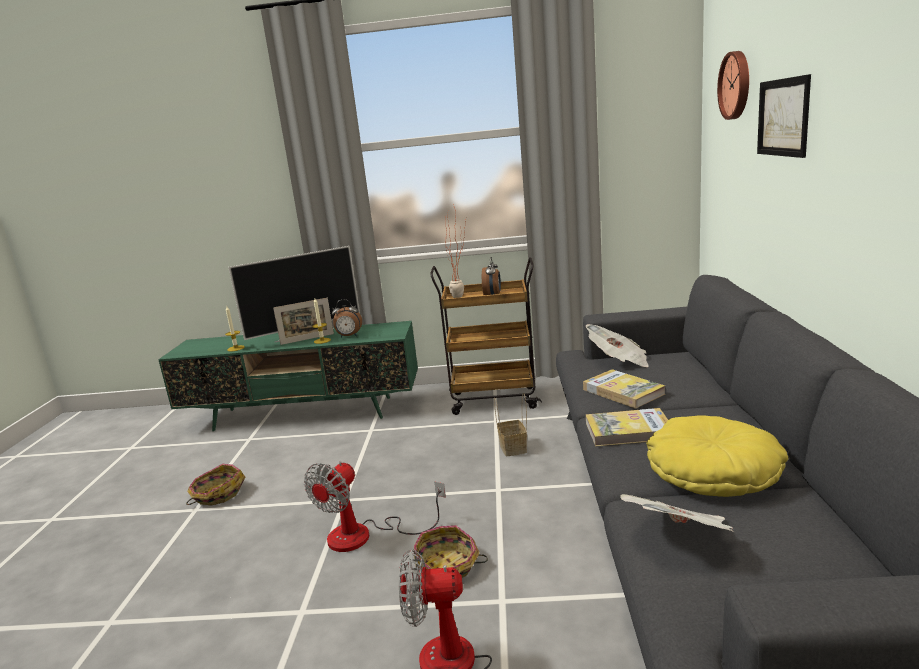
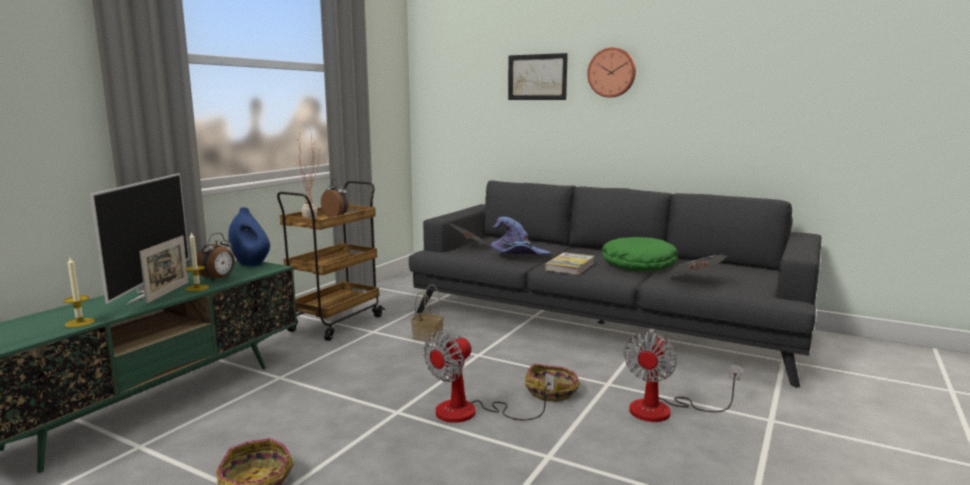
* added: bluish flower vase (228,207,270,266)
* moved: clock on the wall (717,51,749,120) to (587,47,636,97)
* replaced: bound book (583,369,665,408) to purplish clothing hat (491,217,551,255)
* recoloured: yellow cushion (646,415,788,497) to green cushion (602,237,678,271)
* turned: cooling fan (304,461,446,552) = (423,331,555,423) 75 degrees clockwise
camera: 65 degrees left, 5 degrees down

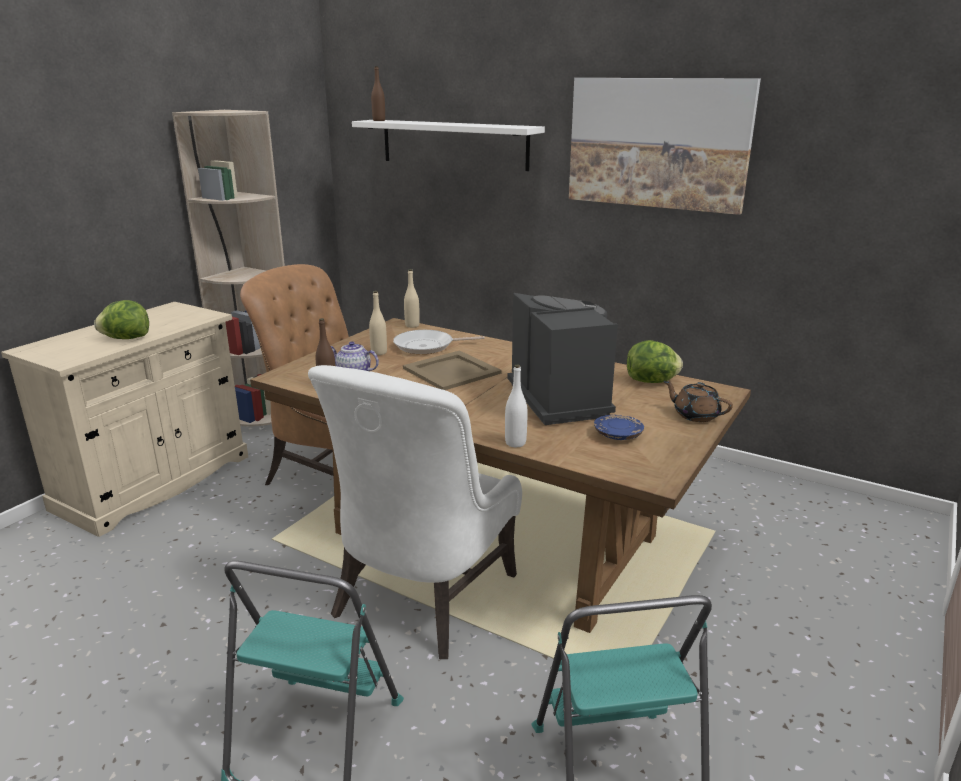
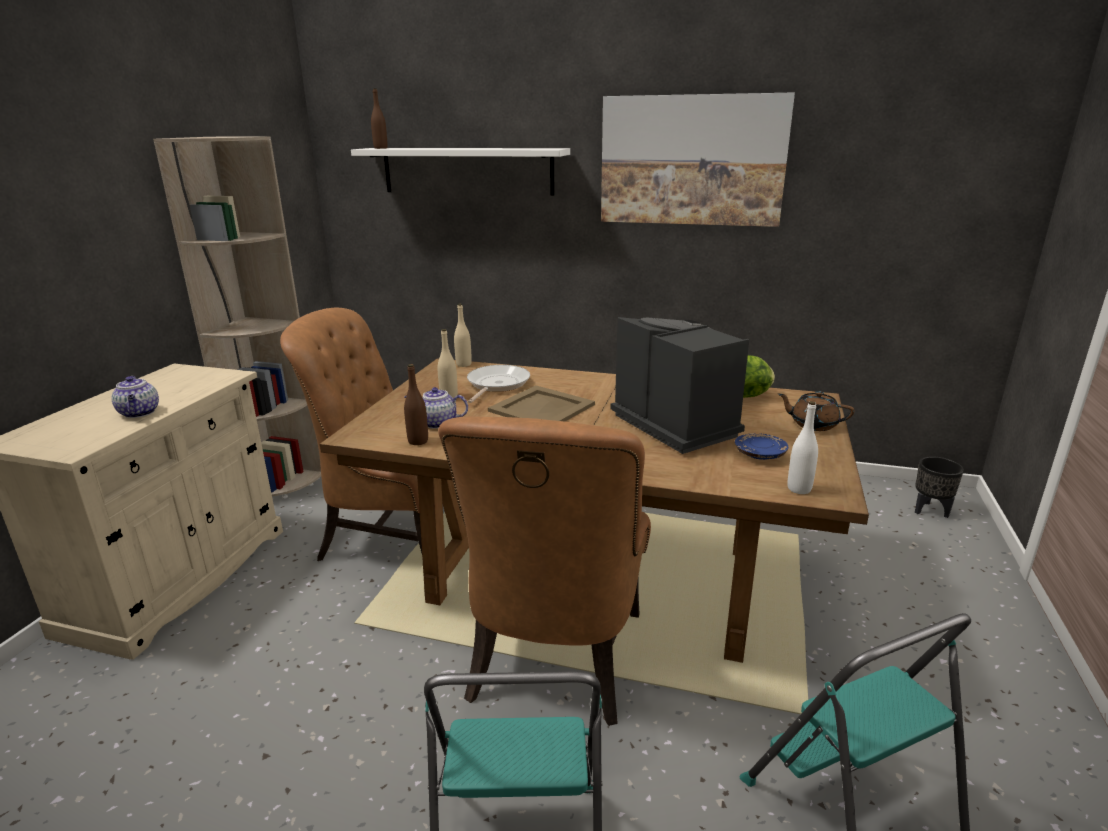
* added: black plant pot (915,457,964,518)
* moved: whitish drink bottle (505,364,528,447) to (788,401,818,494)
* replaced: lettuce (94,300,149,339) to teapot (112,376,159,418)
* recoloured: whitish upright chair (308,365,522,659) to brownish upright chair (438,417,651,726)
* turned: pan (393,330,484,354) = (467,365,530,403) 135 degrees clockwise
camera: 15 degrees left, 0 degrees up

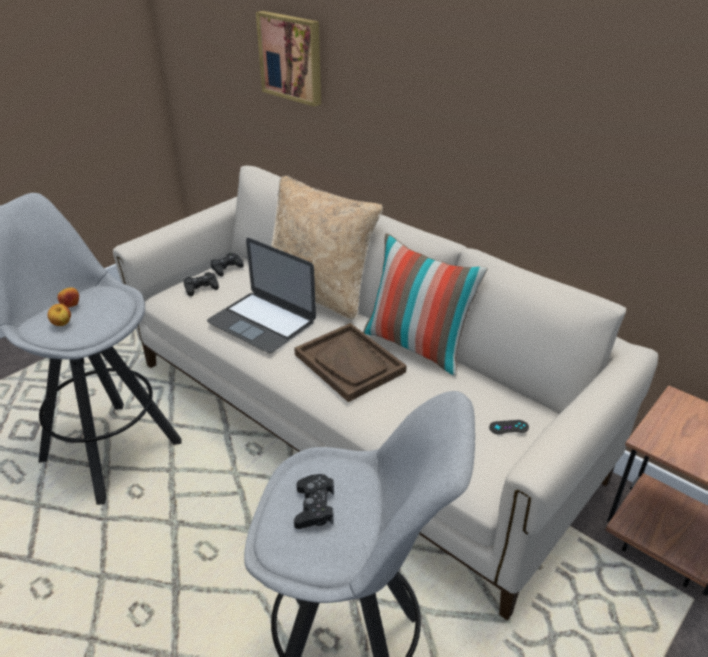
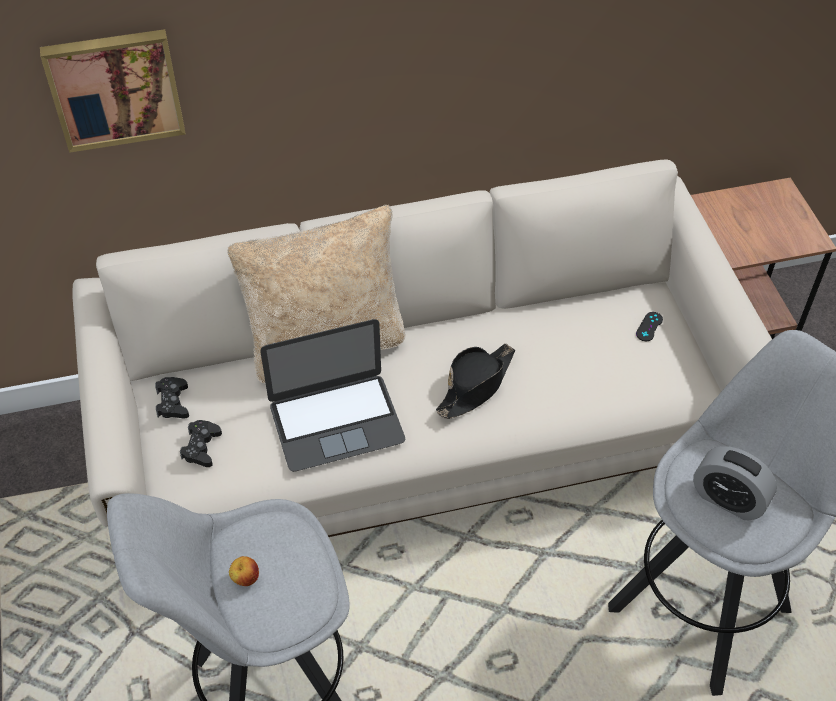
* removed: apple fruit (47,304,71,326)
* removed: cushion (363,233,488,376)
* replaced: brownish carrying tray (294,323,407,402) to black clothing hat (436,344,515,419)
* replaced: black game controller (294,474,334,529) to bedside clock (693,446,777,520)
camera: 55 degrees left, 15 degrees up

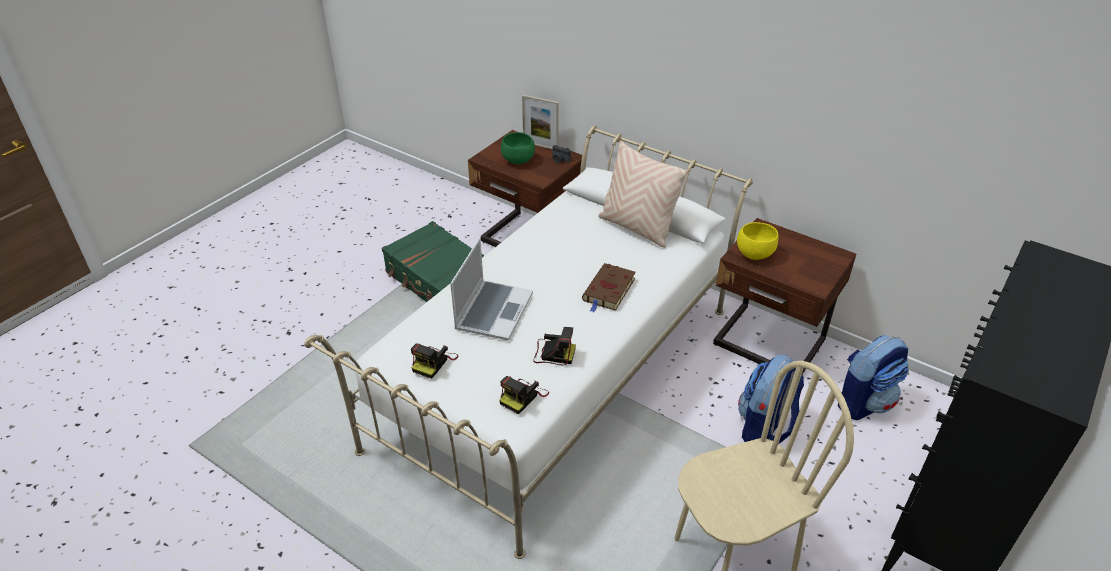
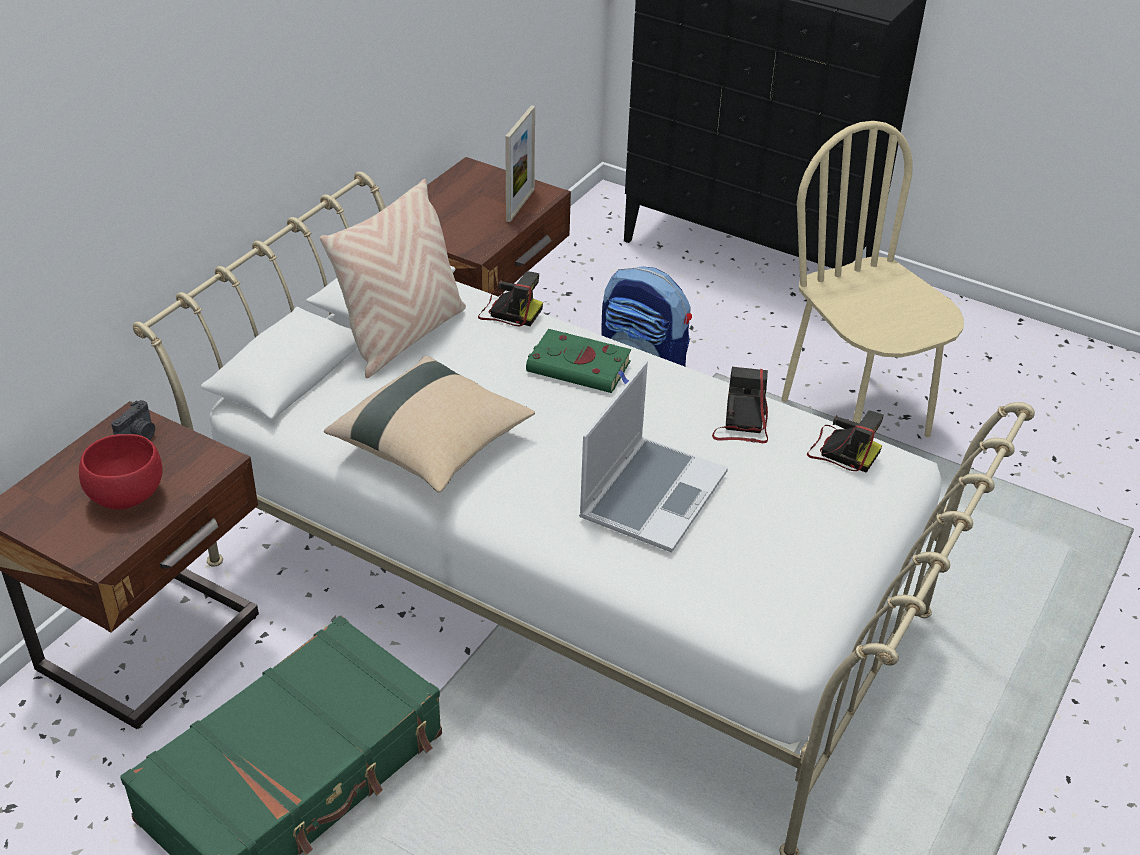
* removed: yellow bowl (737,222,778,260)
* removed: backpack (838,335,909,420)
* added: sand-coloured cushion (324,356,535,493)
* moved: photo camera (411,343,458,379) to (478,271,543,326)
* moved: picture frame (522,95,559,149) to (505,105,535,222)
* recoloured: green bowl (501,132,535,164) to red bowl (79,434,163,509)
* recoloured: brownish bound book (582,263,636,313) to green bound book (526,329,631,393)
* turned: notebook computer (450,238,533,341) = (579,361,728,553) 105 degrees clockwise
camera: 95 degrees left, 0 degrees up

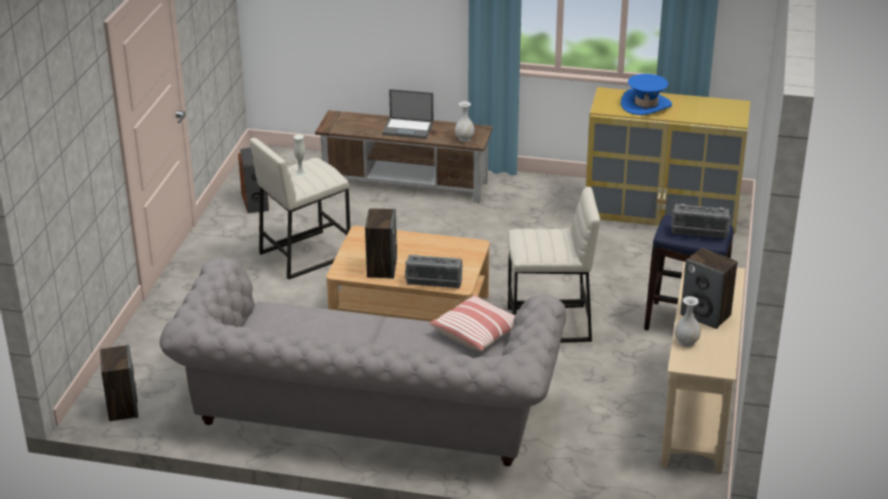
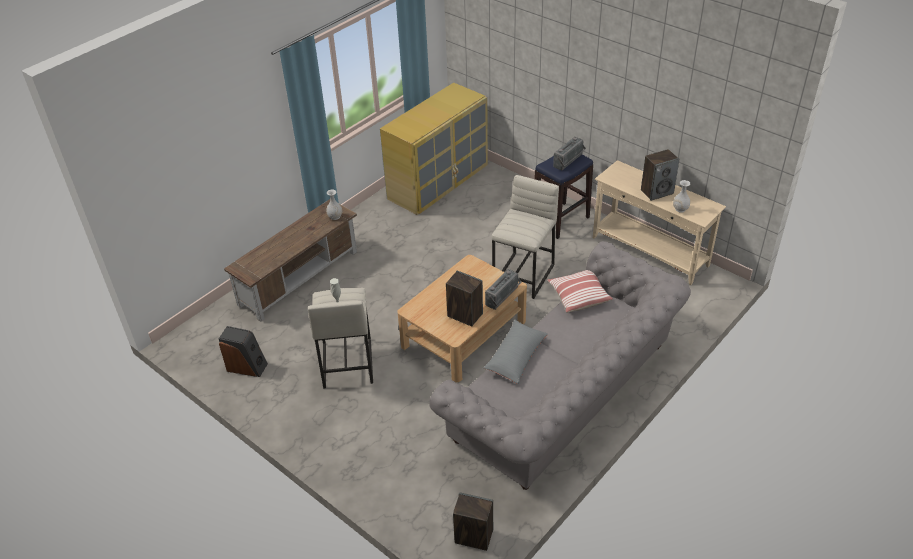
* removed: notebook computer (382,89,433,139)
* removed: bluish clothing hat (621,74,672,115)
* added: greyish cushion (484,319,548,384)
camera: 60 degrees left, 10 degrees up

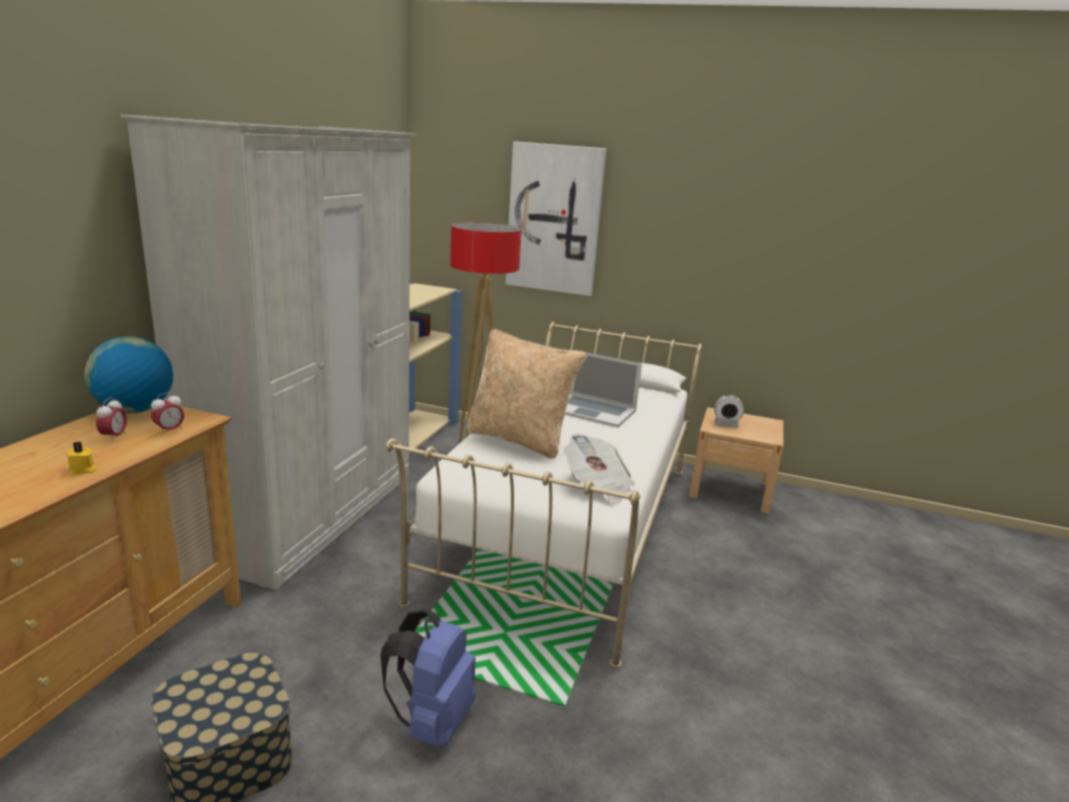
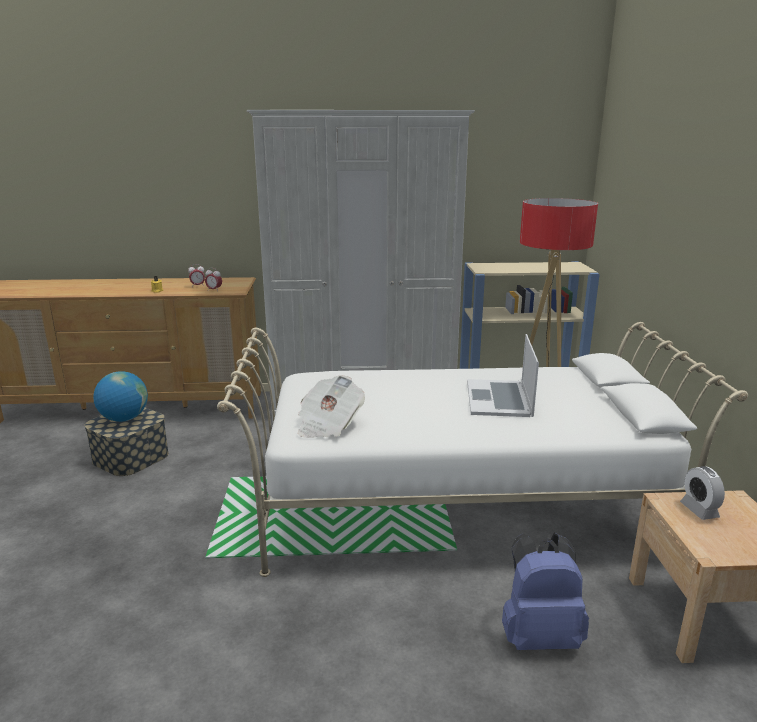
* removed: sand-coloured cushion (467,329,586,459)
* removed: wall picture (505,141,606,296)
* moved: desk globe (84,336,173,413) to (93,371,148,422)
* moved: bluish backpack (380,609,476,746) to (502,533,589,650)
camera: 70 degrees right, 0 degrees up

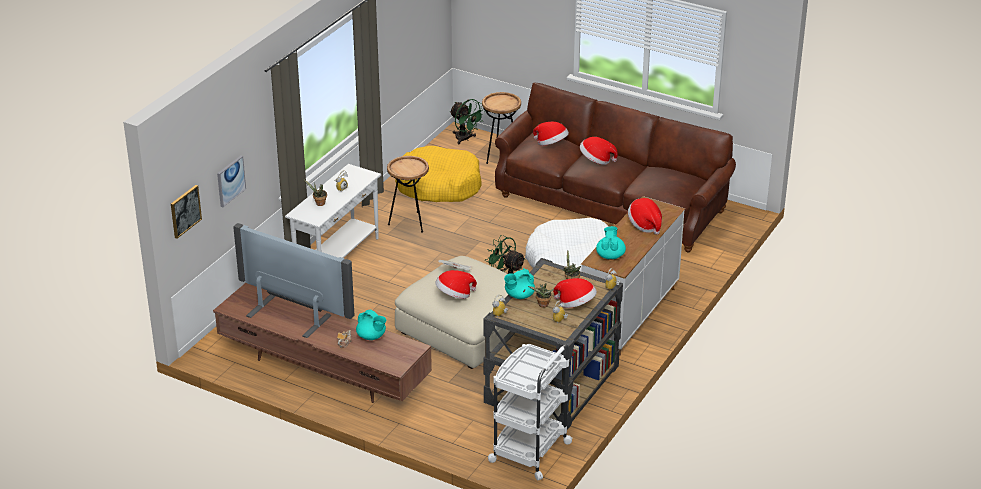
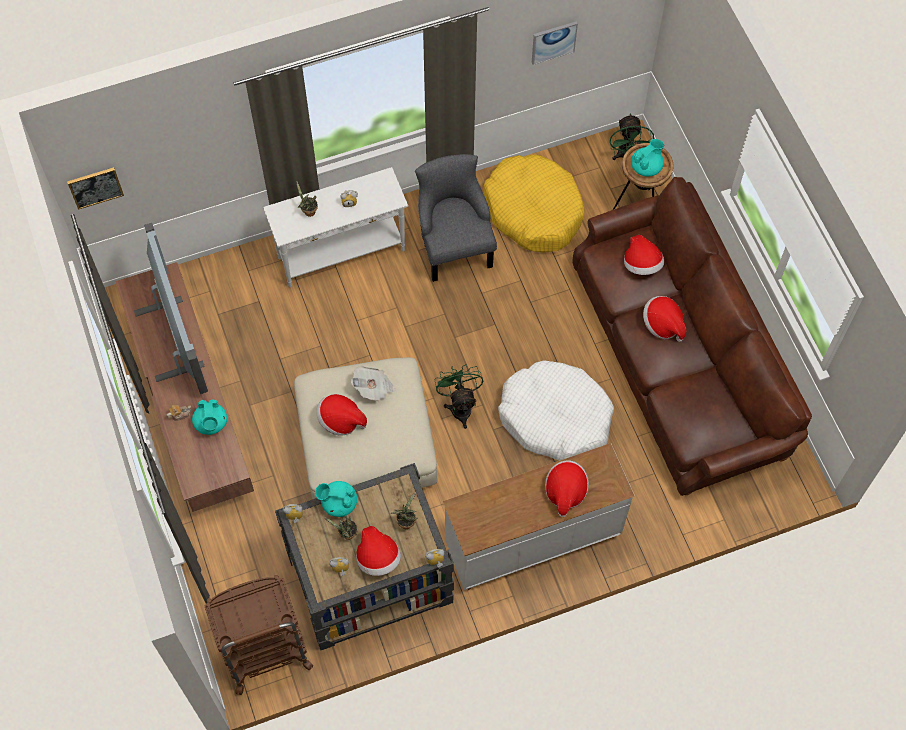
* moved: wall picture (217,156,246,207) to (532,21,578,65)
* moved: blue-green teapot (596,226,626,260) to (631,139,664,176)
* replaced: brownish side table (387,156,429,232) to greyish lounge chair (415,154,497,282)
* recoloured: whitish wheeled cart (488,344,573,480) to brownish wheeled cart (205,575,313,695)
camera: 40 degrees right, 30 degrees up

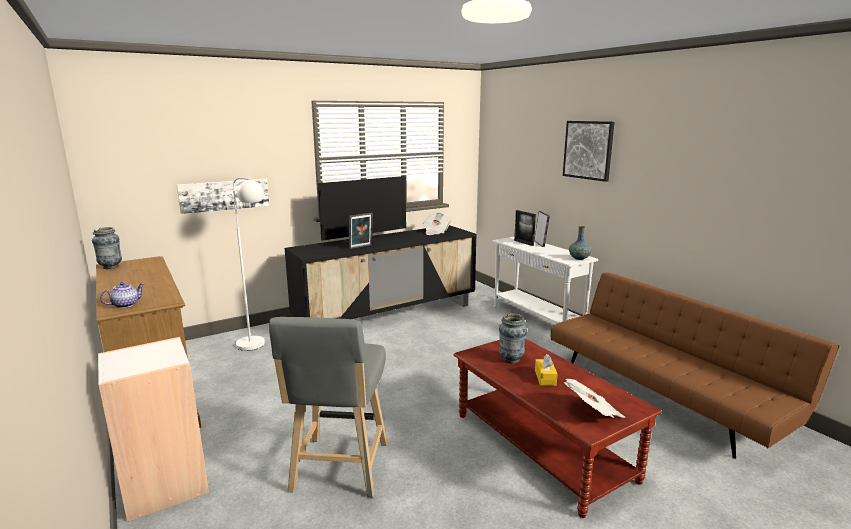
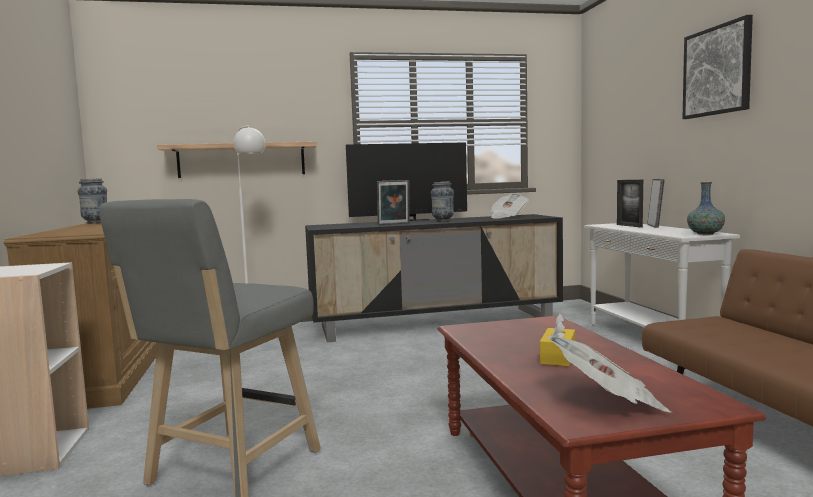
* removed: teapot (100,282,145,308)
* moved: flower vase (499,314,527,363) to (431,181,454,222)
* replaced: wall picture (176,178,269,214) to wall shelf (157,142,317,178)
camera: 20 degrees right, 10 degrees down

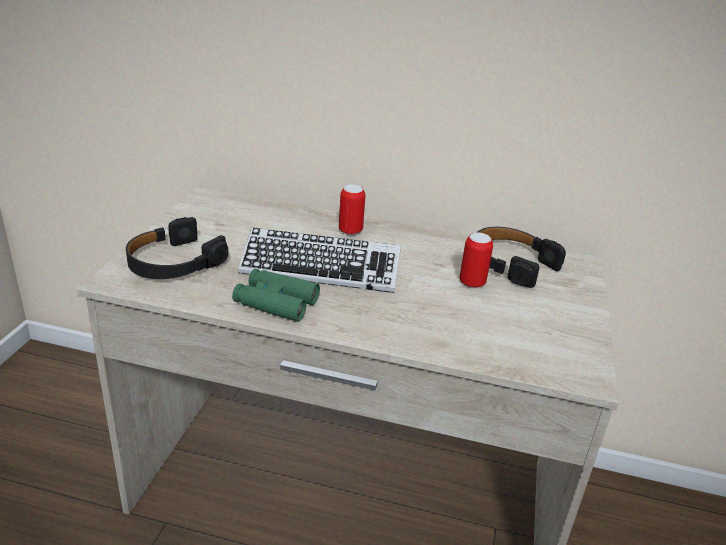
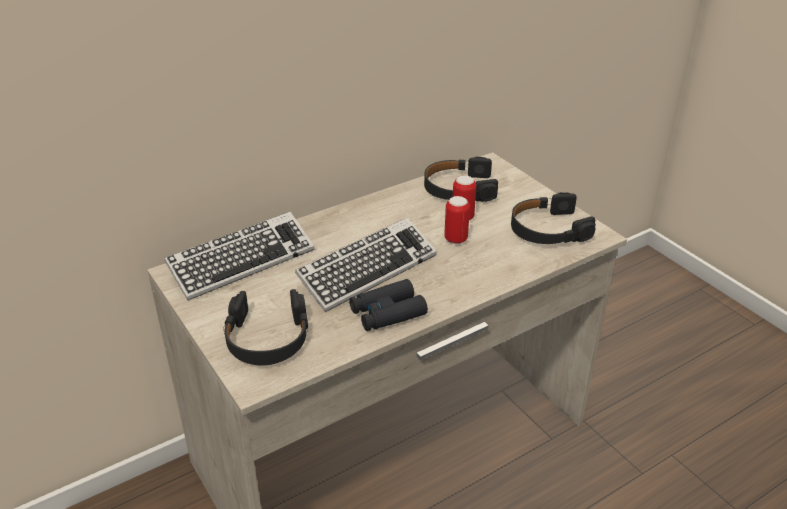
* added: computer keyboard (164,212,314,301)
* added: black headset (511,192,595,244)
* moved: sealed can (339,184,366,235) to (444,196,470,244)
* recoloured: green binoculars (232,269,320,322) to black binoculars (349,279,428,331)
camera: 45 degrees left, 5 degrees up

